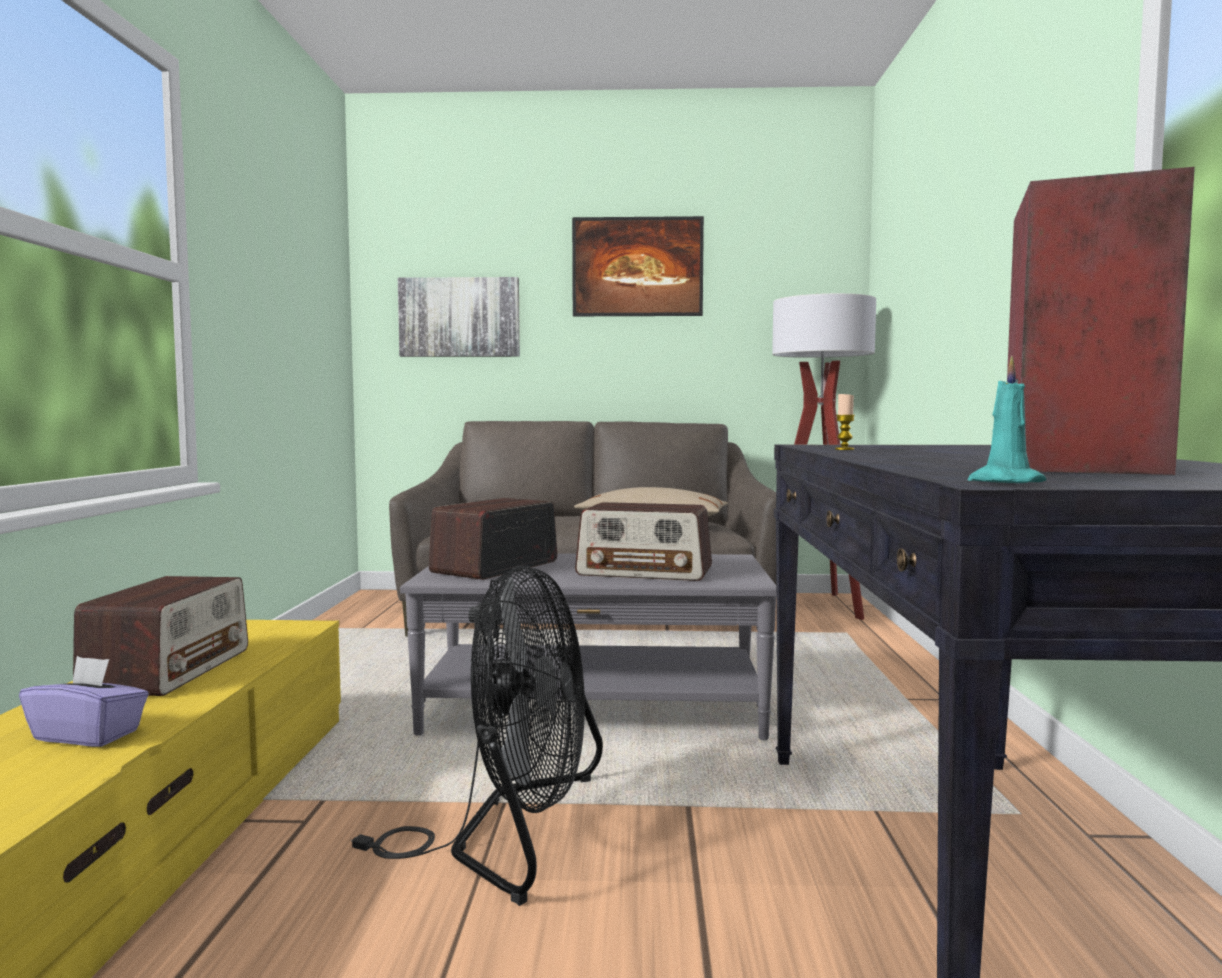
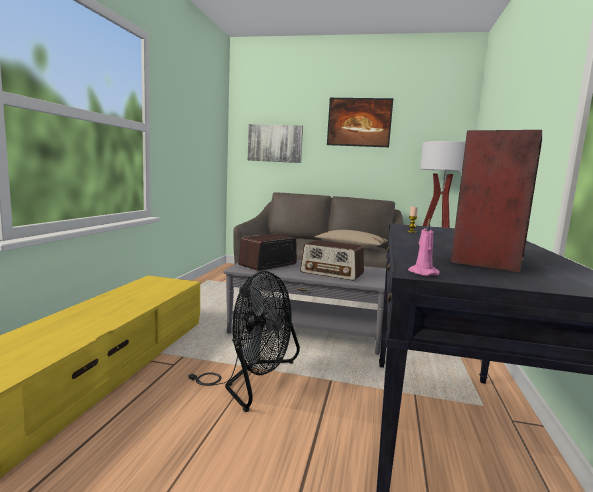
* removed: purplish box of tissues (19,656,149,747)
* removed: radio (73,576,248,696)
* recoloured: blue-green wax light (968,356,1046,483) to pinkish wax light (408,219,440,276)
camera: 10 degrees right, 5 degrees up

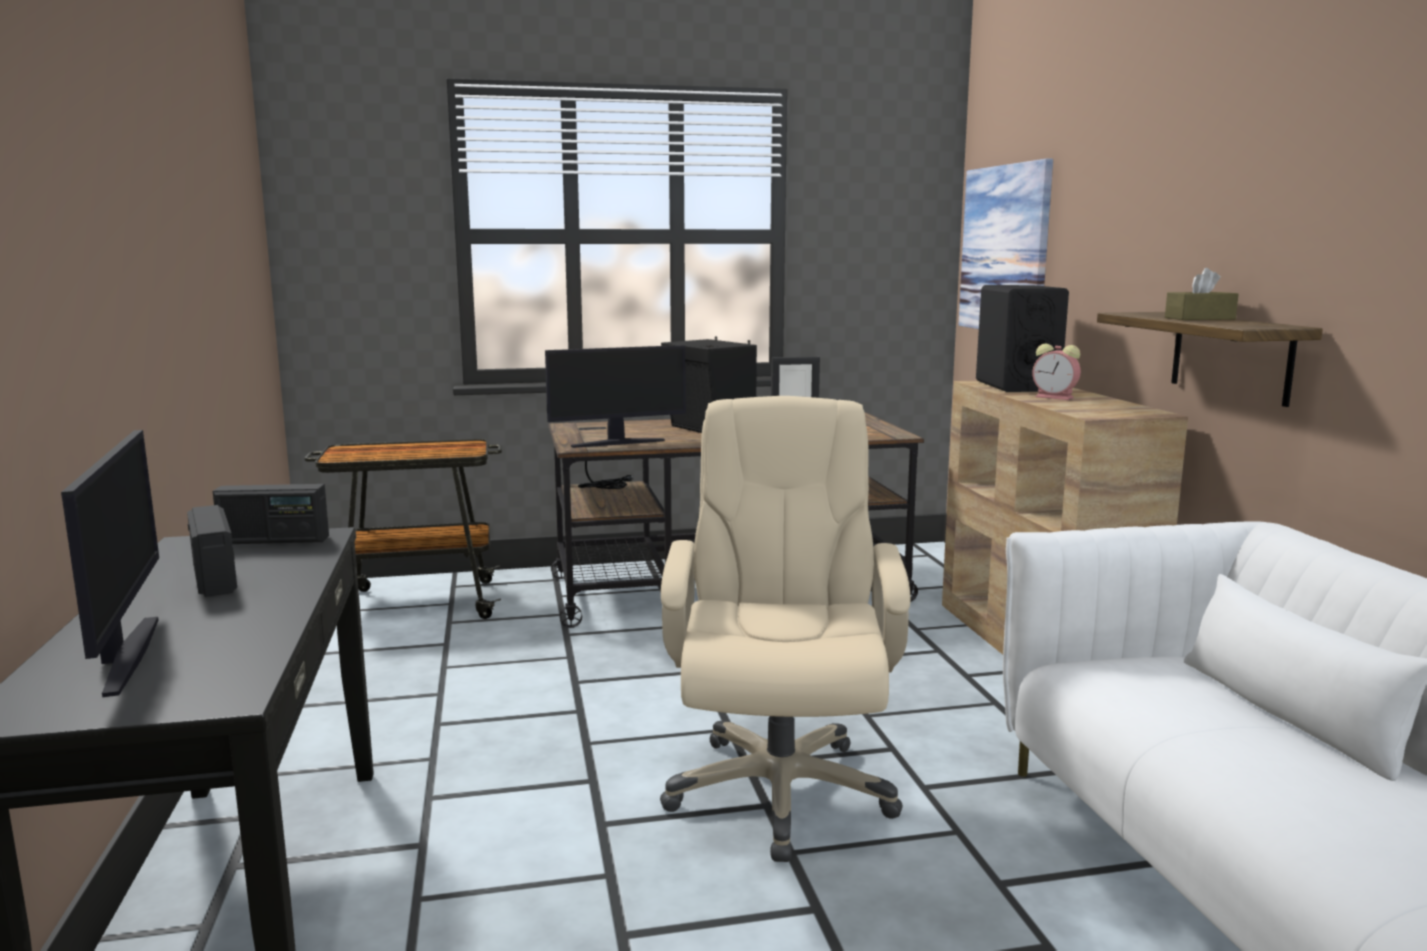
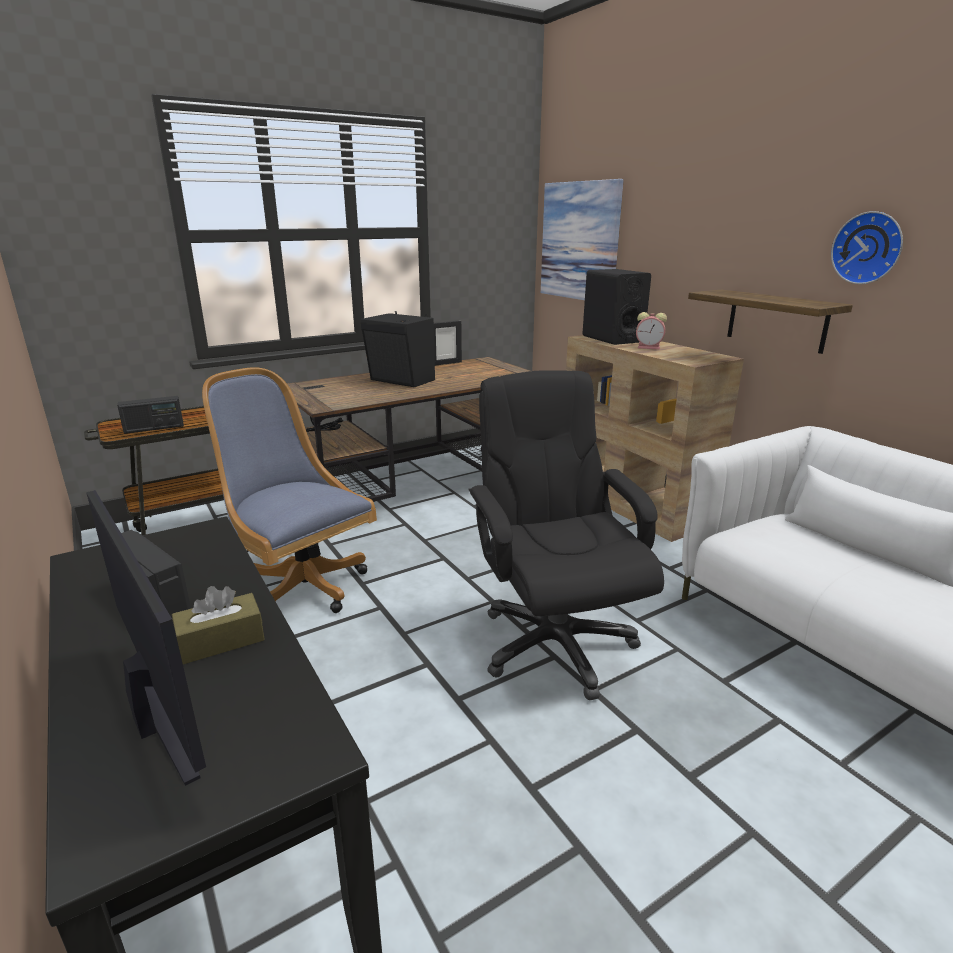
* removed: monitor (545,345,686,448)
* added: bluish desk chair (202,367,377,613)
* added: clock on the wall (831,211,903,284)
* moved: radio (213,484,329,544) to (117,396,184,434)
* moved: brownish box of tissues (1165,268,1239,320) to (172,586,265,664)
* recoloured: sand-coloured desk chair (660,396,911,862) to black desk chair (468,370,664,701)
camera: 20 degrees left, 10 degrees up

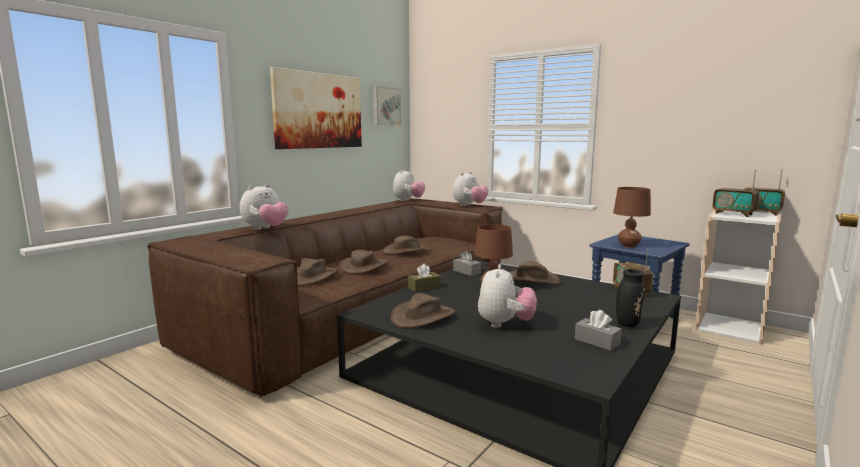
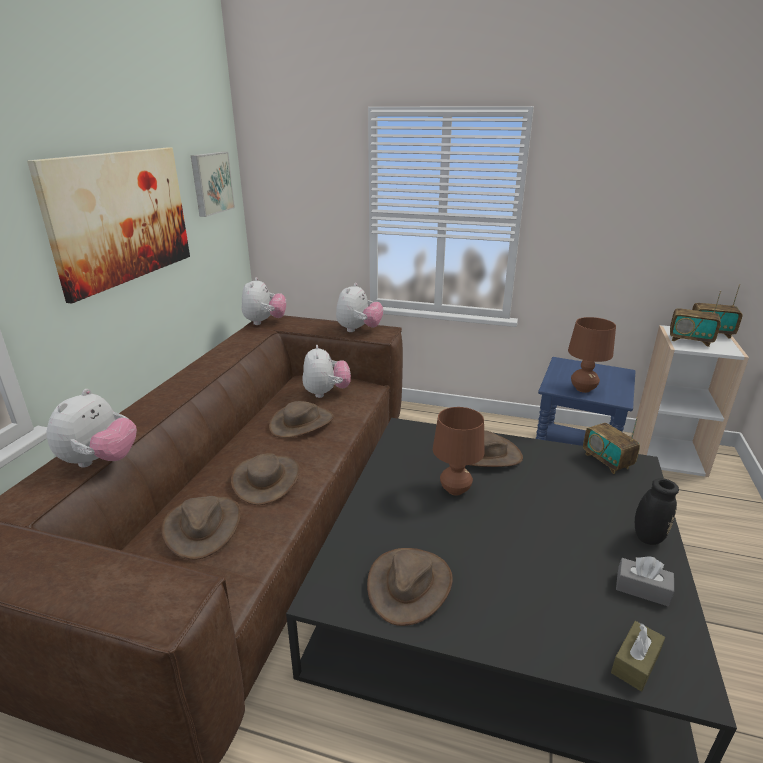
* removed: greyish box of tissues (453,251,481,276)
* moved: brownish box of tissues (408,264,441,292) to (611,621,665,692)
* moved: plush toy (478,264,537,328) to (302,345,351,398)
camera: 20 degrees left, 15 degrees up

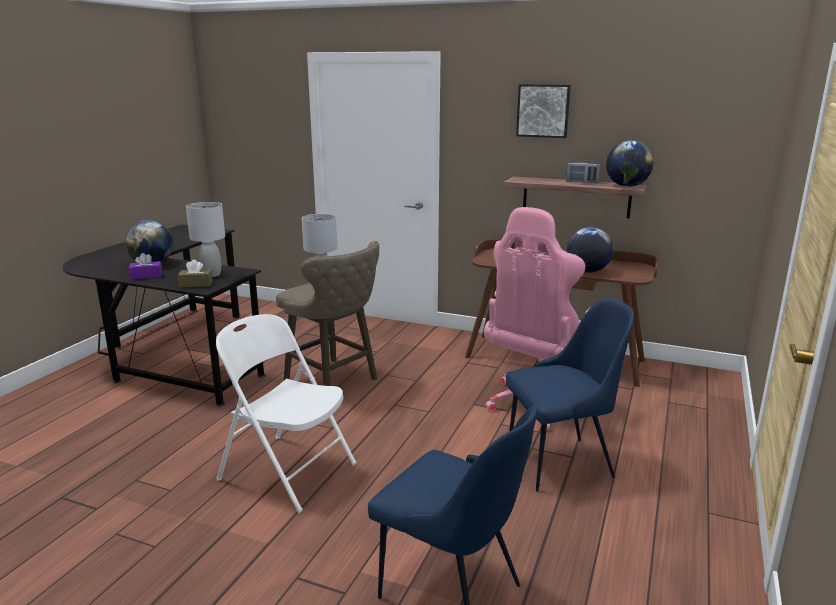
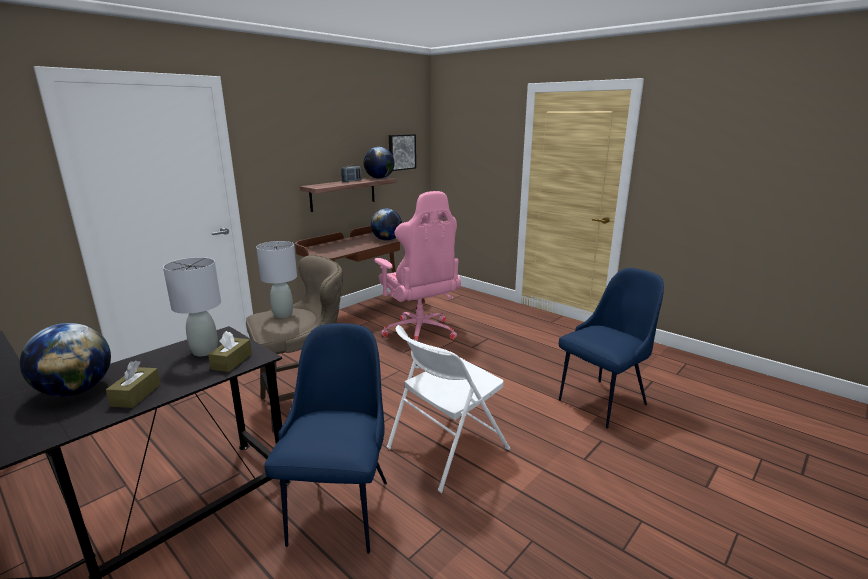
* moved: bluish upright chair (506,298,634,492) to (264,323,387,554)
* moved: wall picture (516,84,571,138) to (389,134,416,171)
* recoloured: purplish box of tissues (128,253,162,280) to brownish box of tissues (106,361,161,408)
camera: 70 degrees left, 0 degrees up

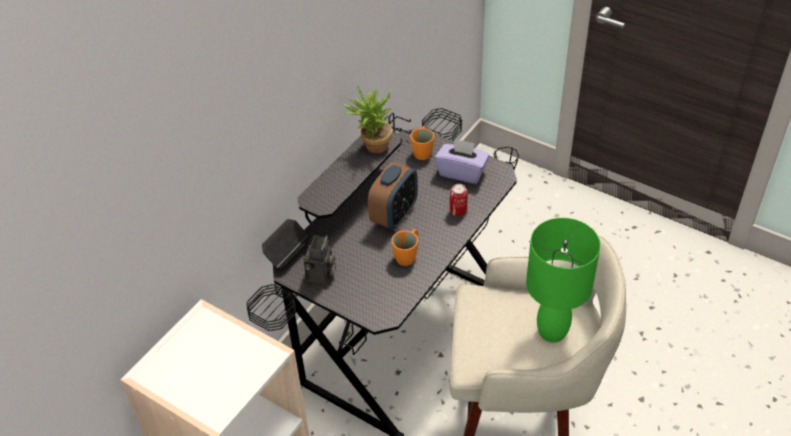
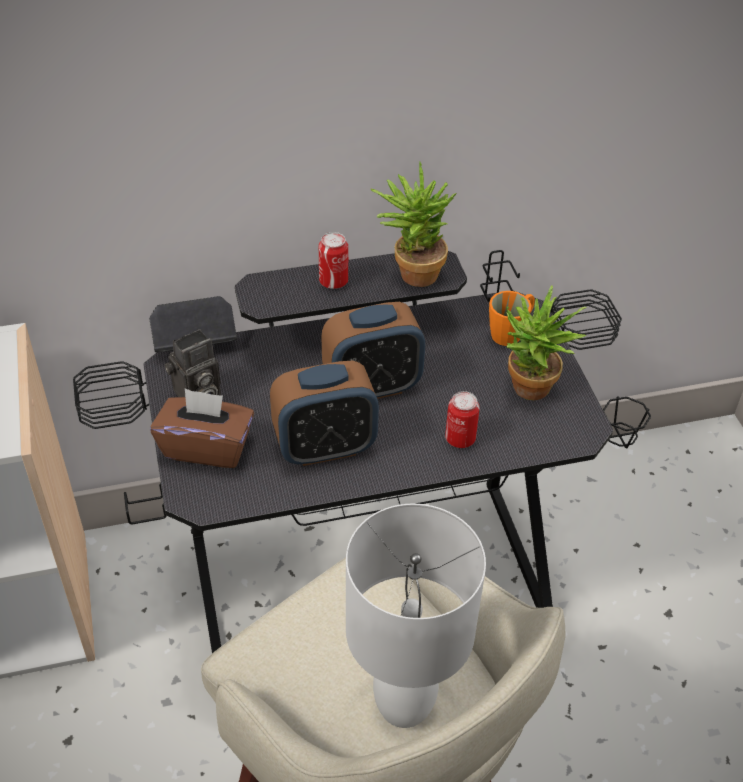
* added: brownish box of tissues (150,388,254,468)
* added: sealed can (319,232,348,289)
* replaced: orange tea mug (391,229,418,266) to bedside clock (270,360,379,466)
* replaced: purplish box of tissues (435,138,490,184) to potted plant (506,286,587,400)
* recoloured: green table lamp (526,218,600,343) to whitish table lamp (346,504,486,728)
camera: 40 degrees right, 0 degrees up

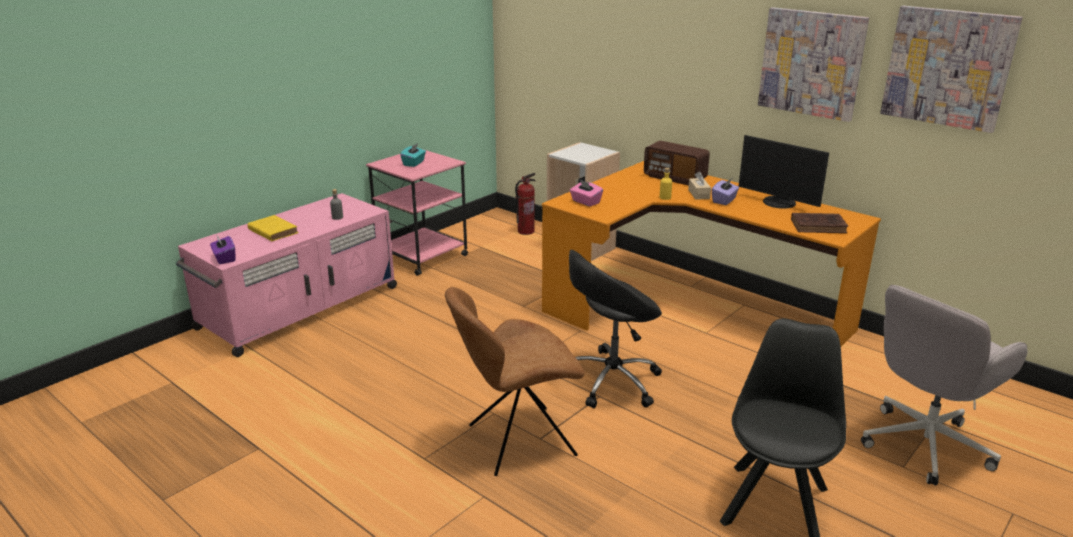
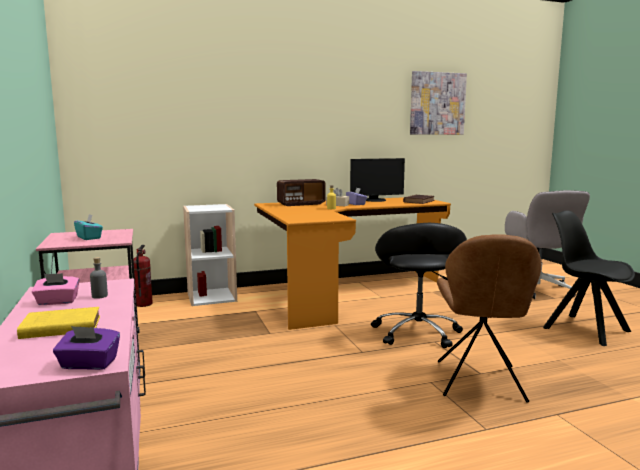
* removed: wall picture (758,7,869,122)
* moved: pinkish box of tissues (570,180,603,206) to (32,273,80,305)
camera: 60 degrees left, 15 degrees down

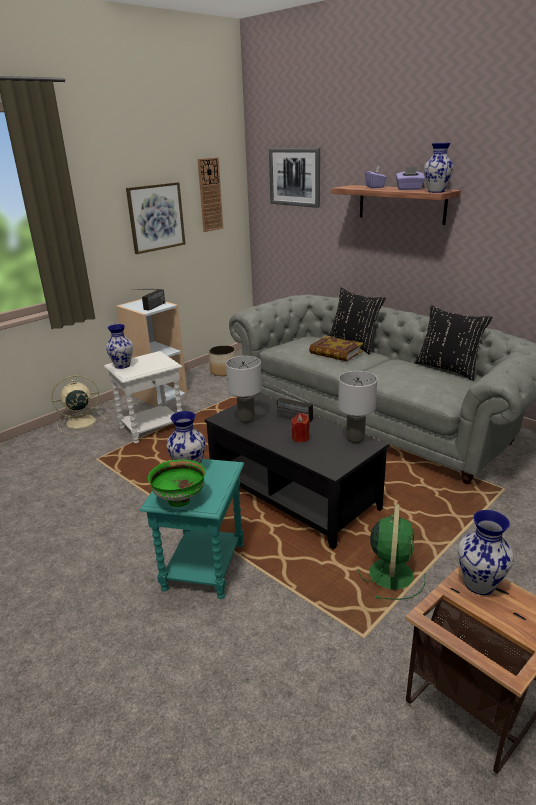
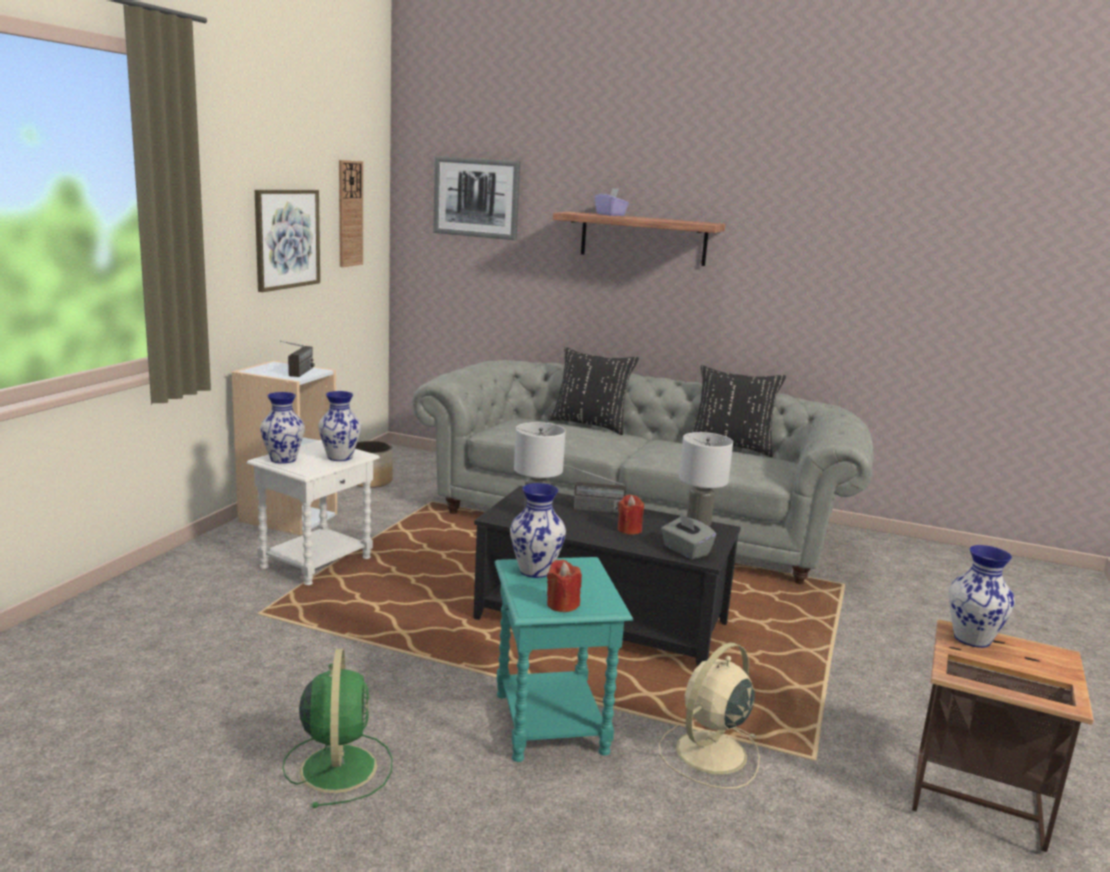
* removed: bound book (309,336,363,362)
* removed: purplish box of tissues (396,167,425,190)
* added: greyish box of tissues (661,513,716,560)
* moved: sand-coloured cooling fan (52,375,106,434) to (659,642,760,789)
* moved: green cooling fan (358,504,425,600) to (282,649,392,808)
* moved: flower vase (424,143,454,193) to (318,391,361,461)
* replaced: green bowl (148,459,206,507) to red wax light (547,560,582,612)
camera: 25 degrees left, 10 degrees down

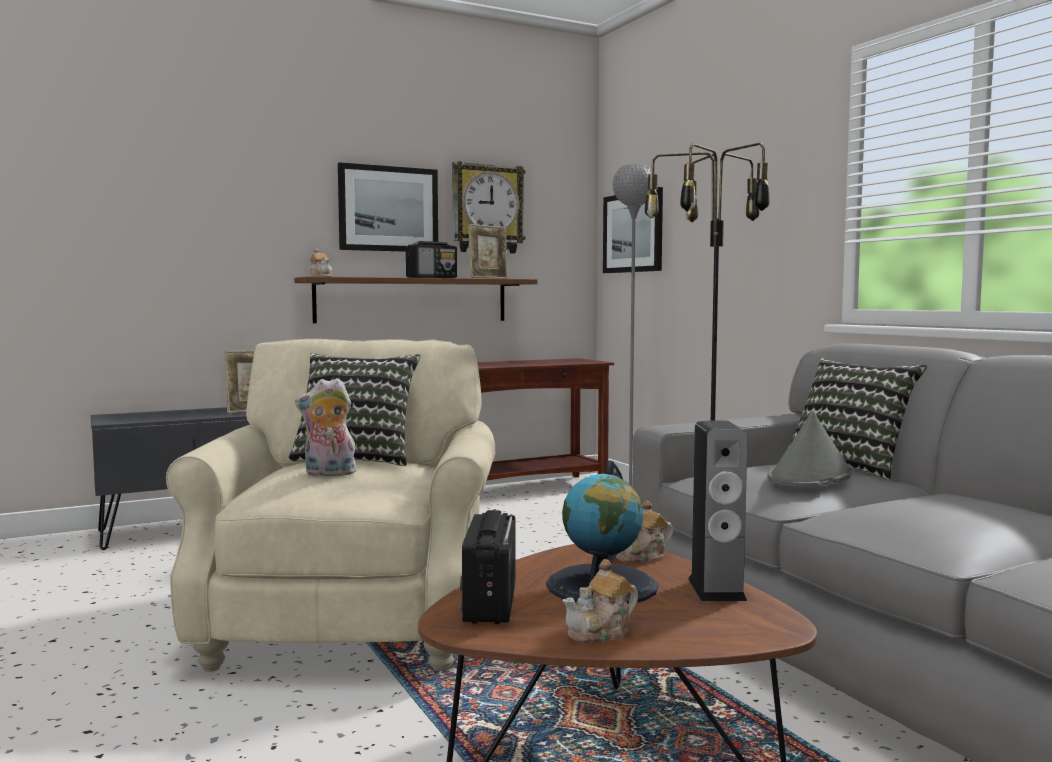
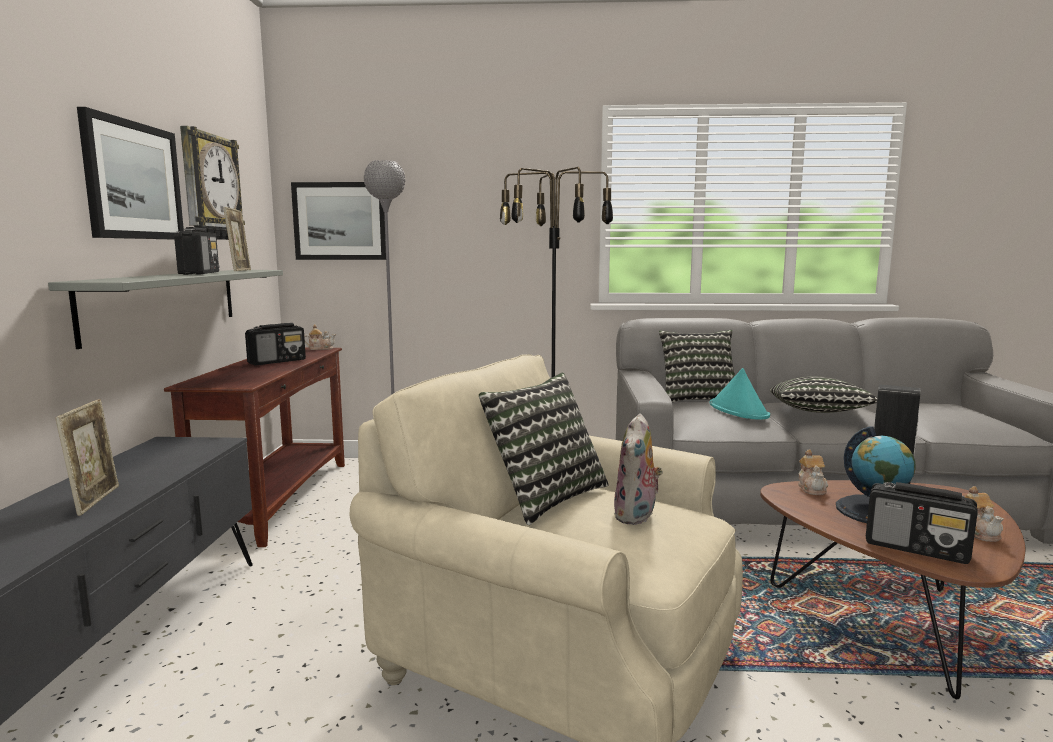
* added: radio (245,323,306,365)
* added: cushion (770,376,877,413)
* moved: teapot (310,248,333,277) to (304,324,336,350)
* recoloured: brownish wall shelf (294,277,537,323) to greyish wall shelf (48,270,283,349)
* recoloured: greyish clothing hat (767,411,854,488) to blue-green clothing hat (710,368,770,420)
camera: 60 degrees left, 5 degrees up

